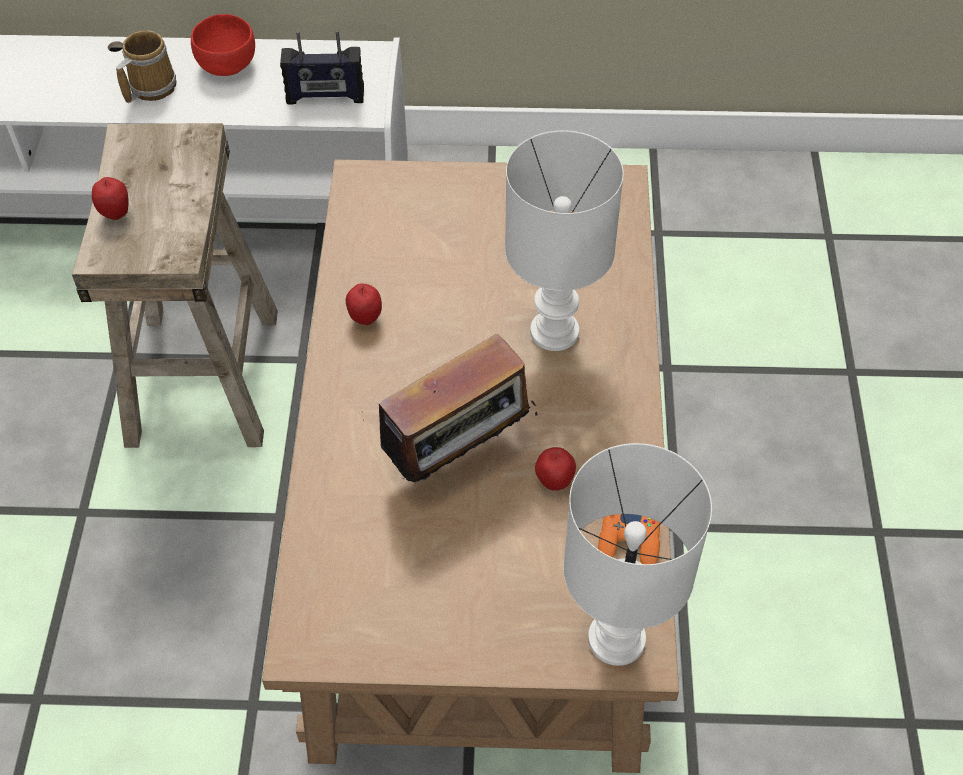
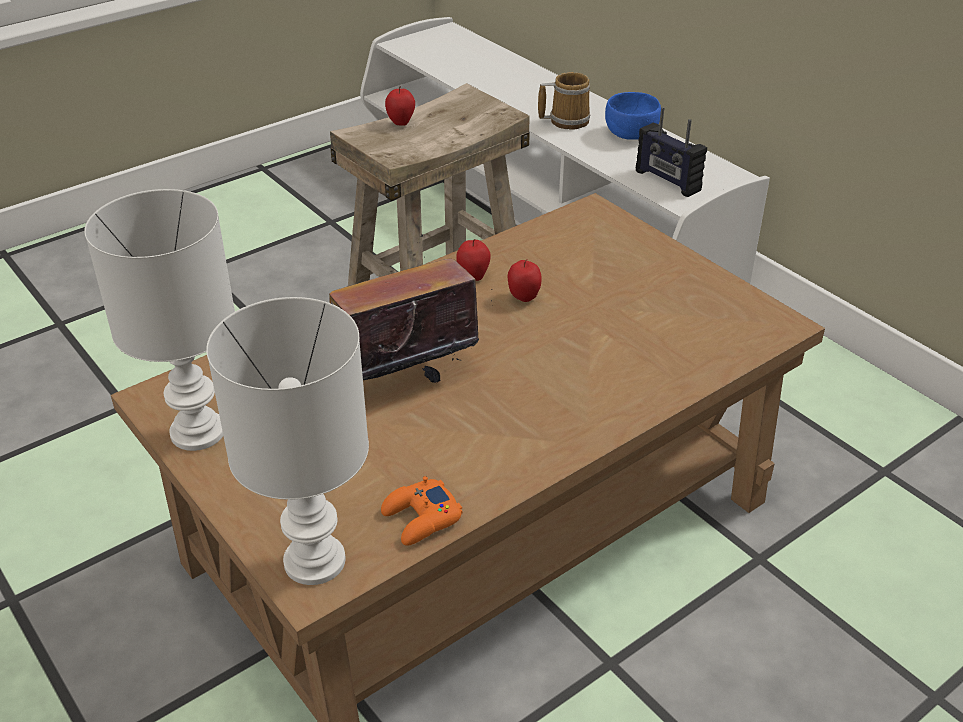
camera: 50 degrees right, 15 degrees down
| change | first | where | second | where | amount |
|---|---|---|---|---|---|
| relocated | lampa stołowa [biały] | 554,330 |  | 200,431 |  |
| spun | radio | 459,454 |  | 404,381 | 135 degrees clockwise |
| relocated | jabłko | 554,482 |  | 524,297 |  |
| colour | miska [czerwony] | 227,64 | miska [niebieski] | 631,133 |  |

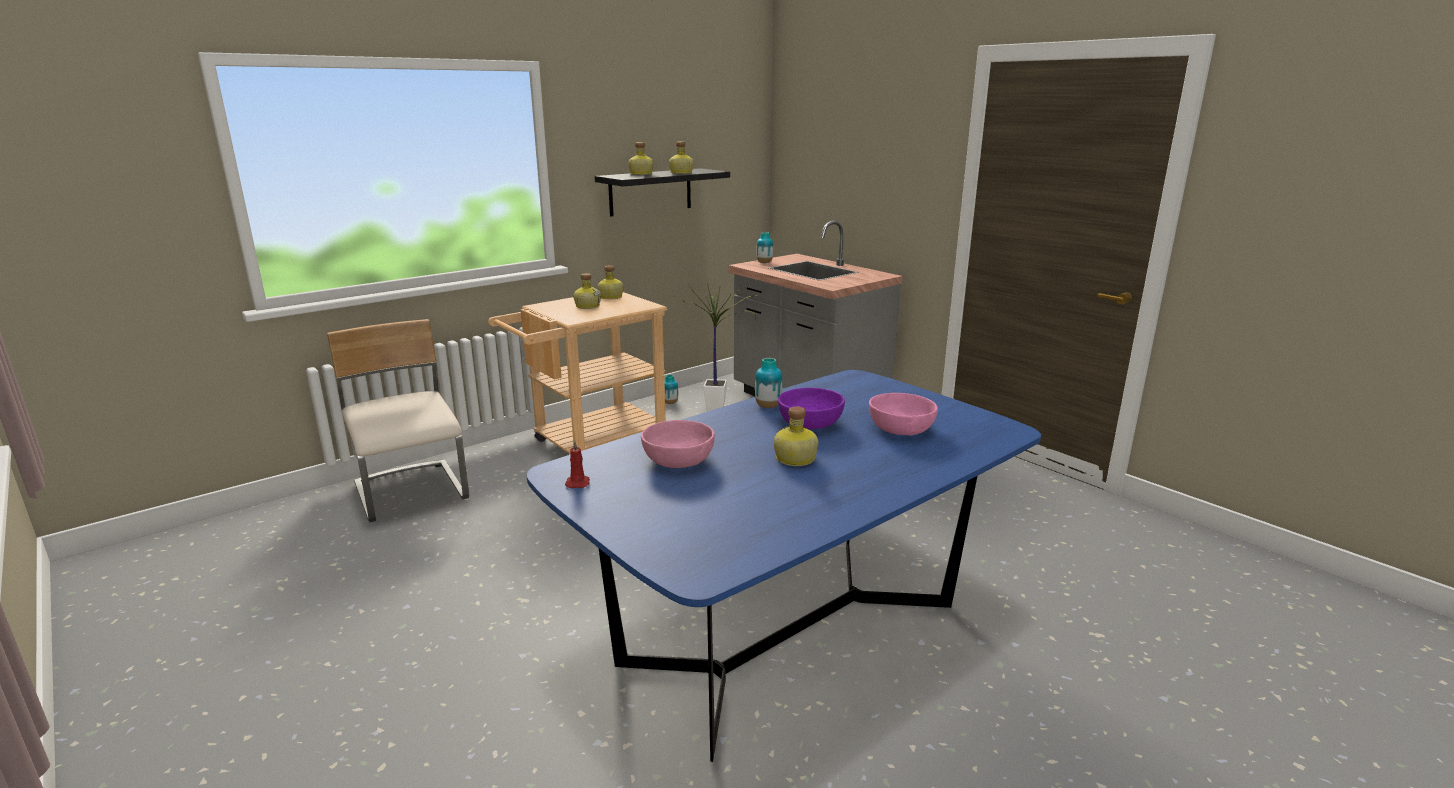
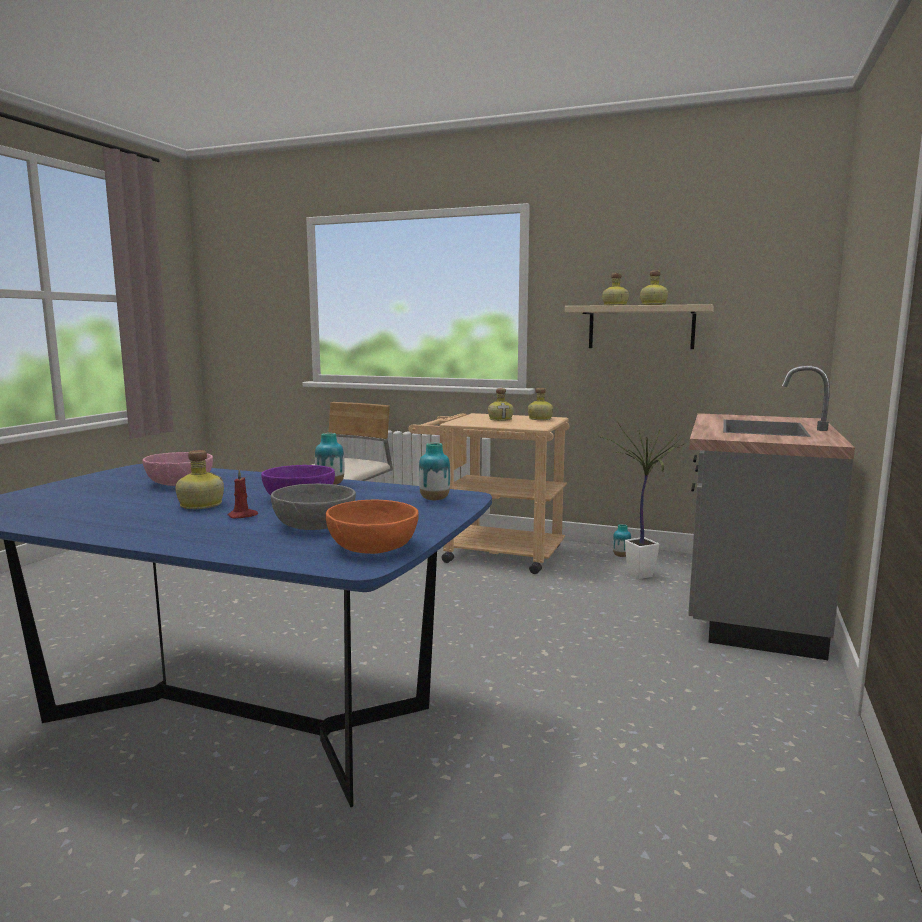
camera: 60 degrees right, 10 degrees down
| change | first | where | second | where | amount |
|---|---|---|---|---|---|
| relocated | świeca [czerwony] | 578,483 |  | 243,516 |  |
| colour | miska [różowy] | 900,428 | miska [szary] | 315,524 |  |
| appeared |  |  | miska [pomarańczowy] | 373,546 |  |
| relocated | wazon | 764,262 |  | 434,499 |  |
| colour | półka [czarny] | 650,192 | półka [beżowy] | 641,327 |  |

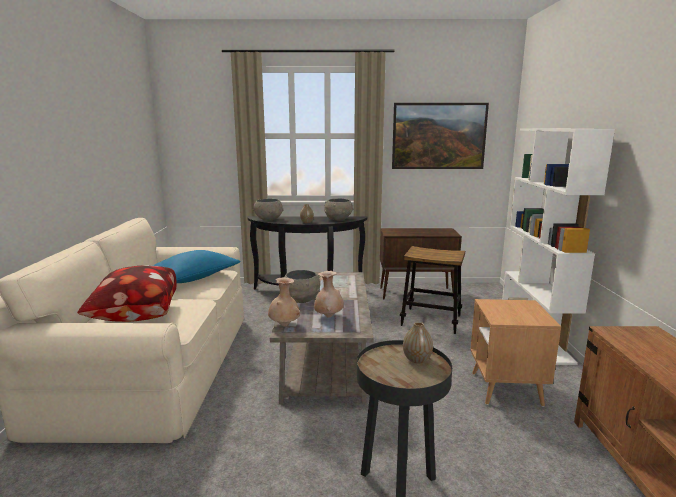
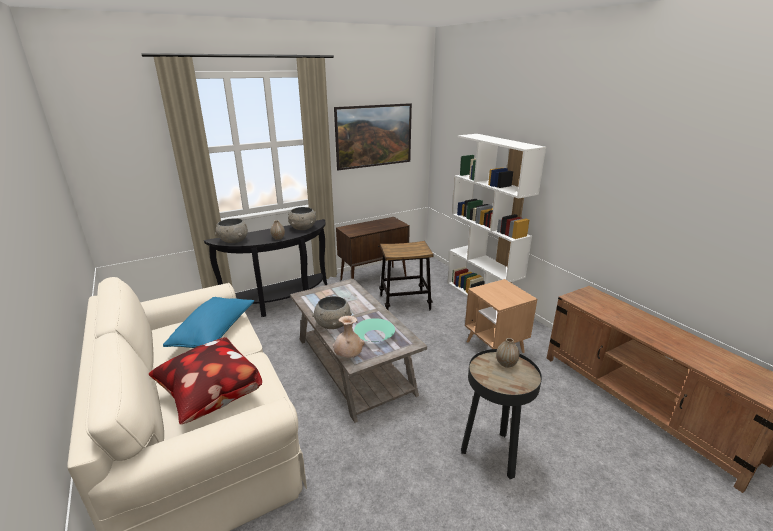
camera: 30 degrees left, 10 degrees up
| change | first | where | second | where | amount |
|---|---|---|---|---|---|
| exchanged | wazon [beżowy] | 328,316 | miska [turkusowy] | 374,335 |  |

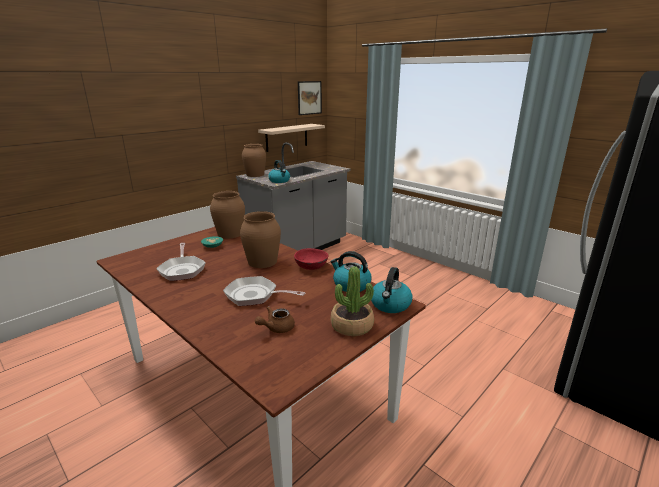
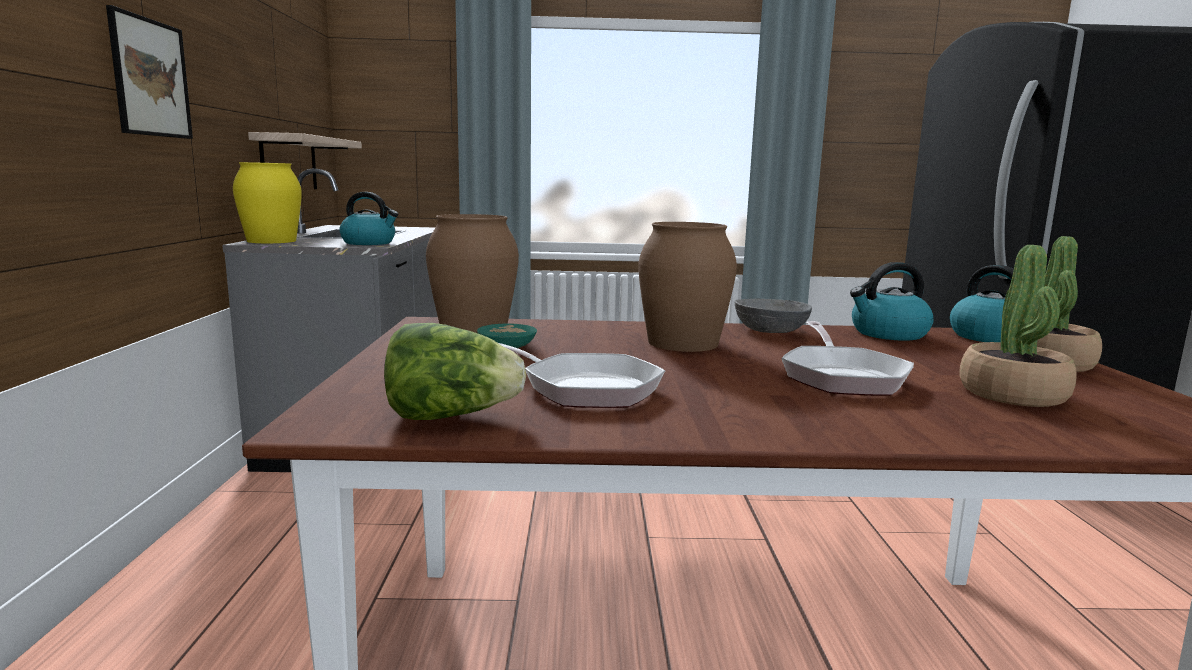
camera: 45 degrees left, 10 degrees down
| change | first | where | second | where | amount |
|---|---|---|---|---|---|
| relocated | obraz | 309,97 |  | 150,78 |  |
| colour | wazon [brązowy] | 255,174 | wazon [żółty] | 271,241 |  |
| appeared |  |  | sałata | 451,417 |  |
| colour | miska [czerwony] | 310,266 | miska [szary] | 770,331 |  |
| spun | patelnia | 255,295 |  | 841,376 | 60 degrees counterclockwise |
| exchanged | imbryk [brązowy] | 276,328 | roślina doniczkowa | 1013,394 |  |

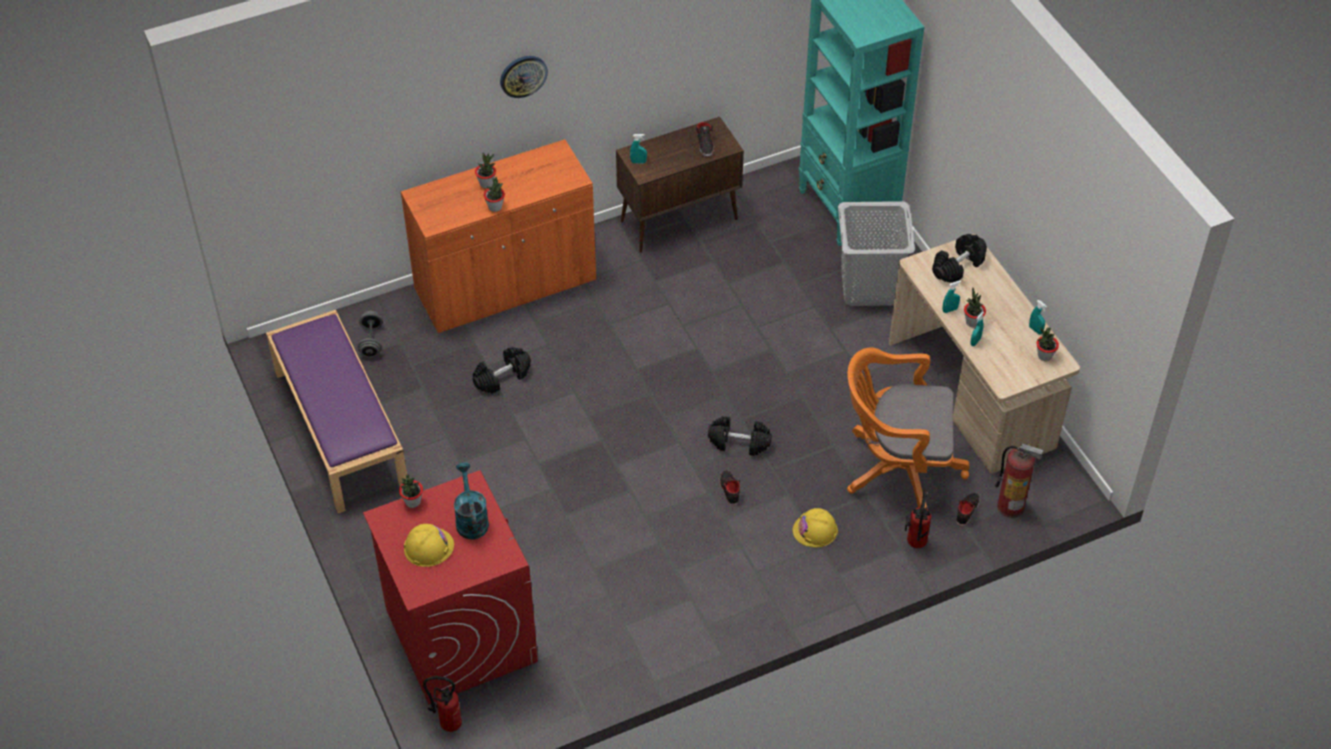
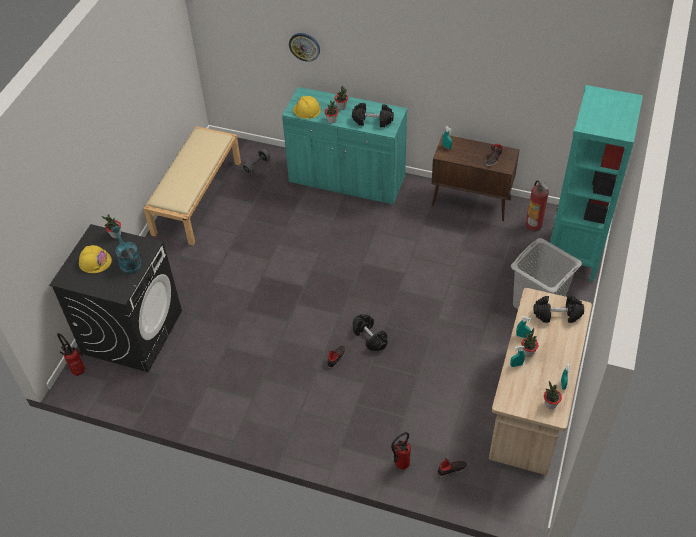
camera: 45 degrees right, 0 degrees up
| change | first | where | second | where | amount |
|---|---|---|---|---|---|
| colour | pralka [czerwony] | 460,634 | pralka [czarny] | 132,331 |  |
| spun | konewka [turkusowy] | 471,519 |  | 129,262 | 60 degrees counterclockwise |
| colour | ławka [fioletowy] | 339,428 | ławka [beżowy] | 197,197 |  |
| colour | szafka [pomarańczowy] | 505,286 | szafka [turkusowy] | 347,180 |  |
| relocated | zegar ścienny | 523,75 |  | 304,46 |  |
| relocated | kask [żółty] | 815,530 |  | 306,110 |  |
| relocated | hantel [czarny] | 502,377 |  | 372,121 |  |
| relocated | gaśnica | 1011,506 |  | 534,225 |  |
| missing | krzesło biurowe [pomarańczowy] | 896,469 |  |  |  |

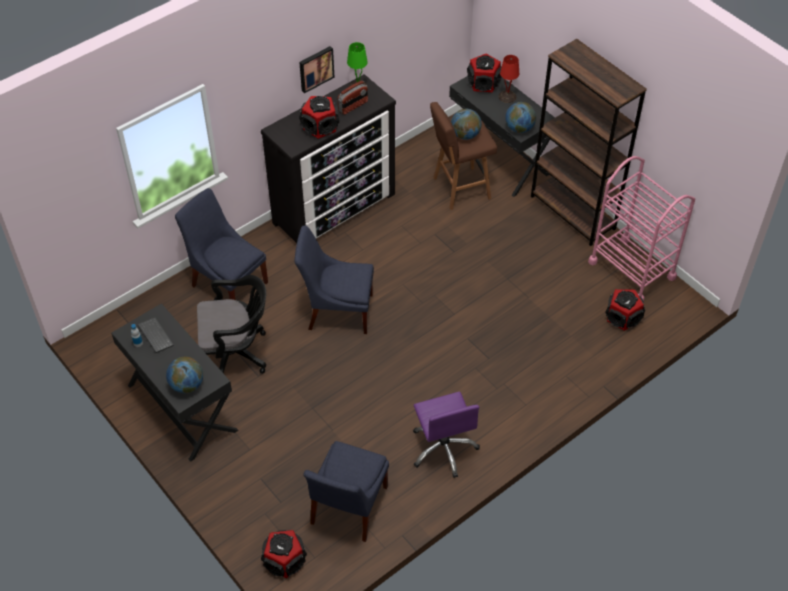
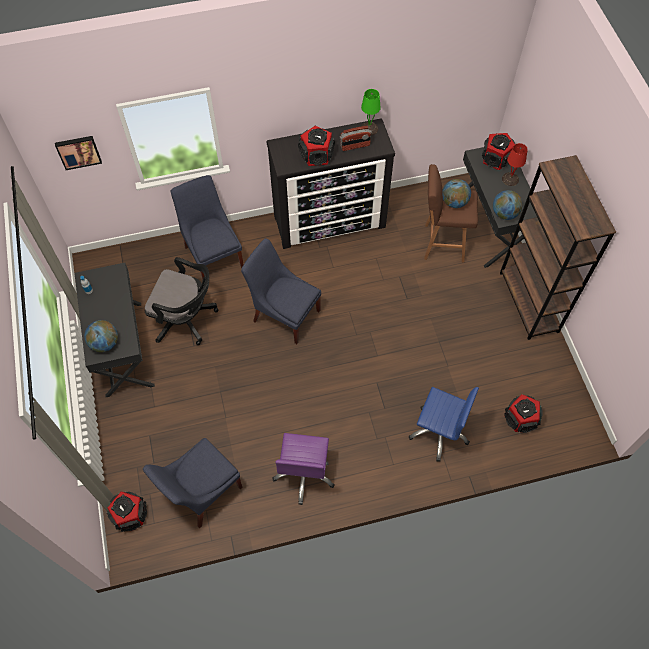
camera: 25 degrees right, 10 degrees up
| change | first | where | second | where | amount |
|---|---|---|---|---|---|
| relocated | obraz | 315,68 |  | 78,151 |  |
| appeared |  |  | krzesło biurowe [niebieski] | 439,431 |  |
| missing | klawiatura | 154,336 |  |  |  |
| missing | wózek [różowy] | 631,270 |  |  |  |

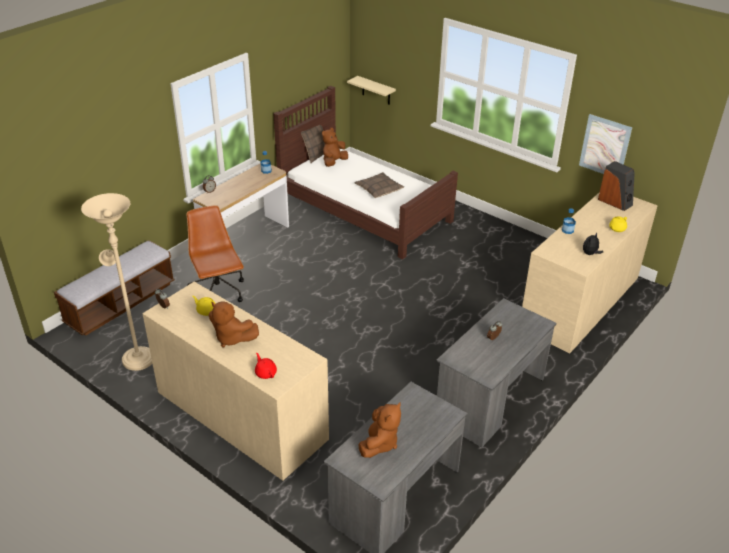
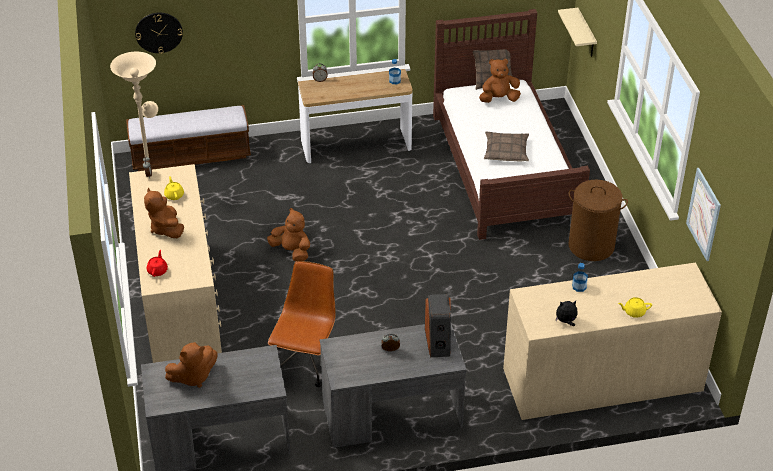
camera: 40 degrees right, 5 degrees up
| change | first | where | second | where | amount |
|---|---|---|---|---|---|
| appeared |  |  | zegar ścienny | 158,32 |  |
| appeared |  |  | pluszak [brązowy] | 292,251 |  |
| relocated | krzesło biurowe [brązowy] | 218,293 |  | 307,362 |  |
| relocated | głośnik | 615,202 |  | 438,342 |  |
| appeared |  |  | kosz na pranie [brązowy] | 591,246 |  |

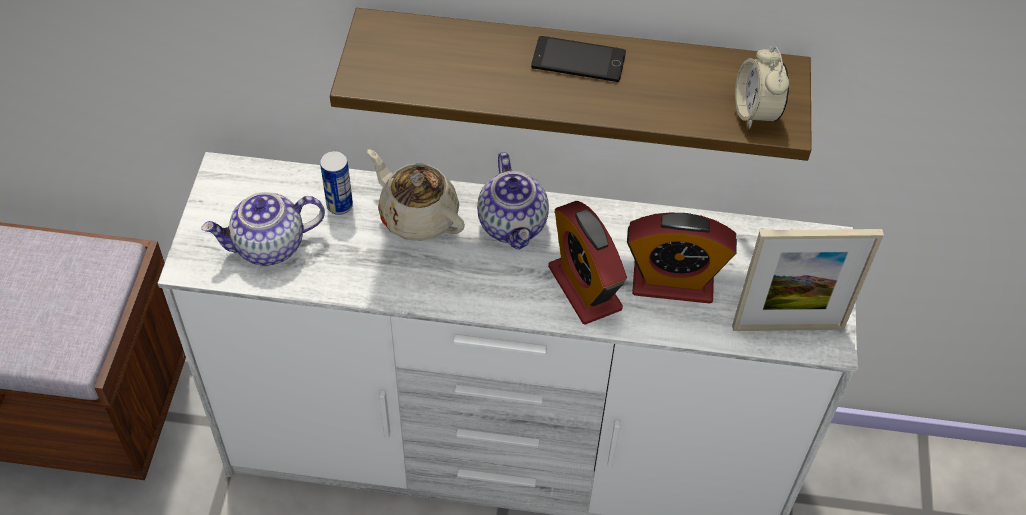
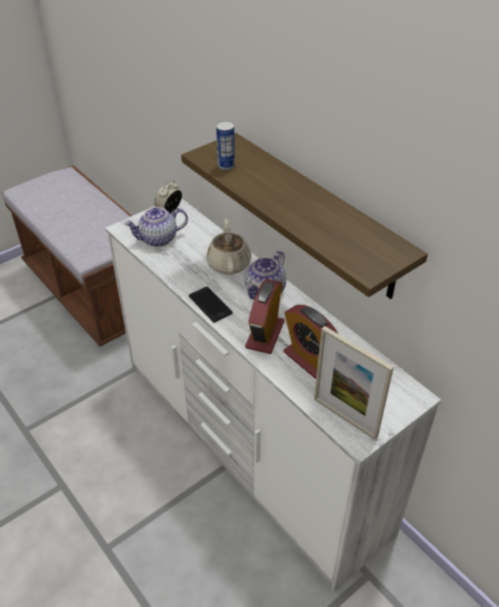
camera: 45 degrees right, 10 degrees down
| change | first | where | second | where | amount |
|---|---|---|---|---|---|
| spun | imbryk | 269,246 |  | 158,239 | 45 degrees counterclockwise |
| relocated | budzik | 755,112 |  | 169,210 |  |
| relocated | telefon | 578,60 |  | 210,305 |  |
| relocated | puszka | 339,205 |  | 226,166 |  |

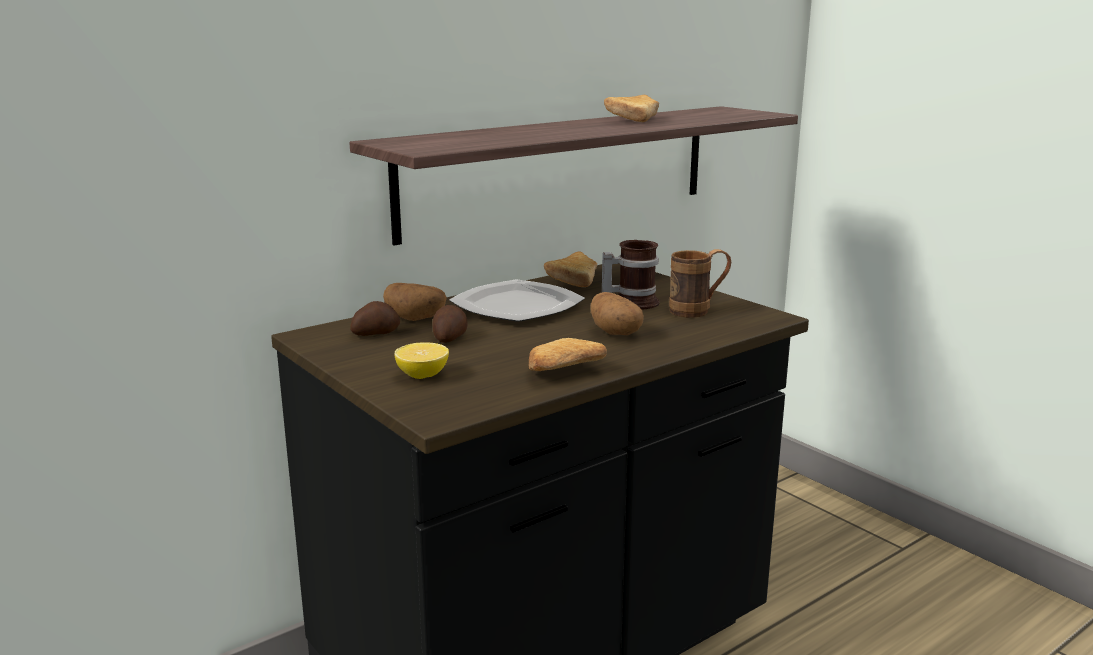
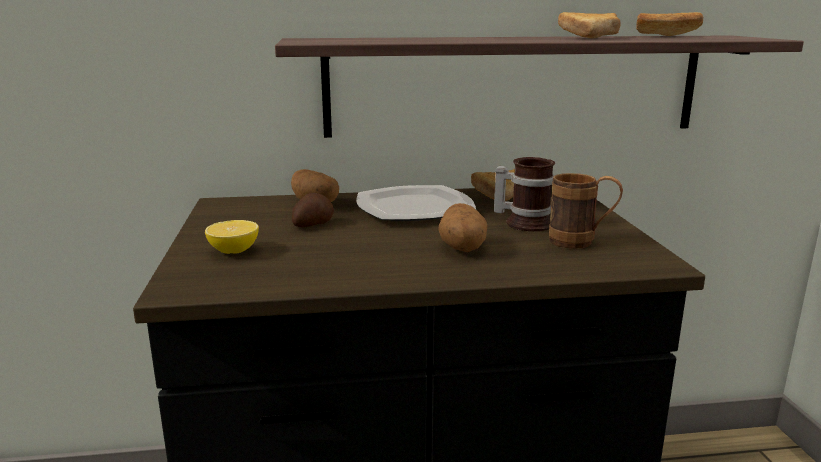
camera: 30 degrees right, 0 degrees up
| change | first | where | second | where | amount |
|---|---|---|---|---|---|
| relocated | chleb | 559,373 |  | 661,36 |  |
| missing | ziemniak | 375,333 |  |  |  |

